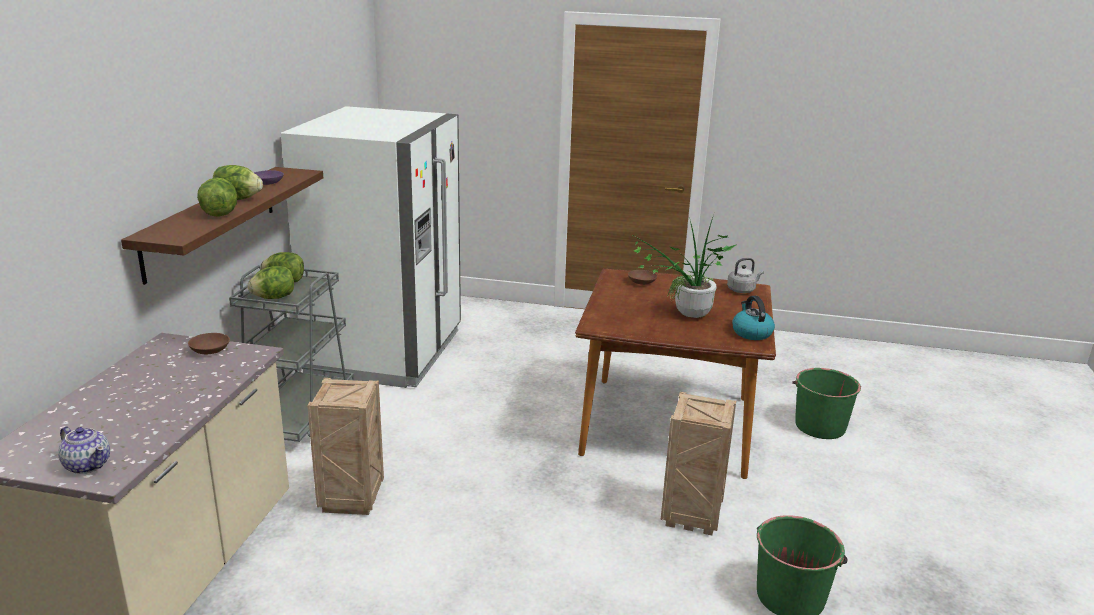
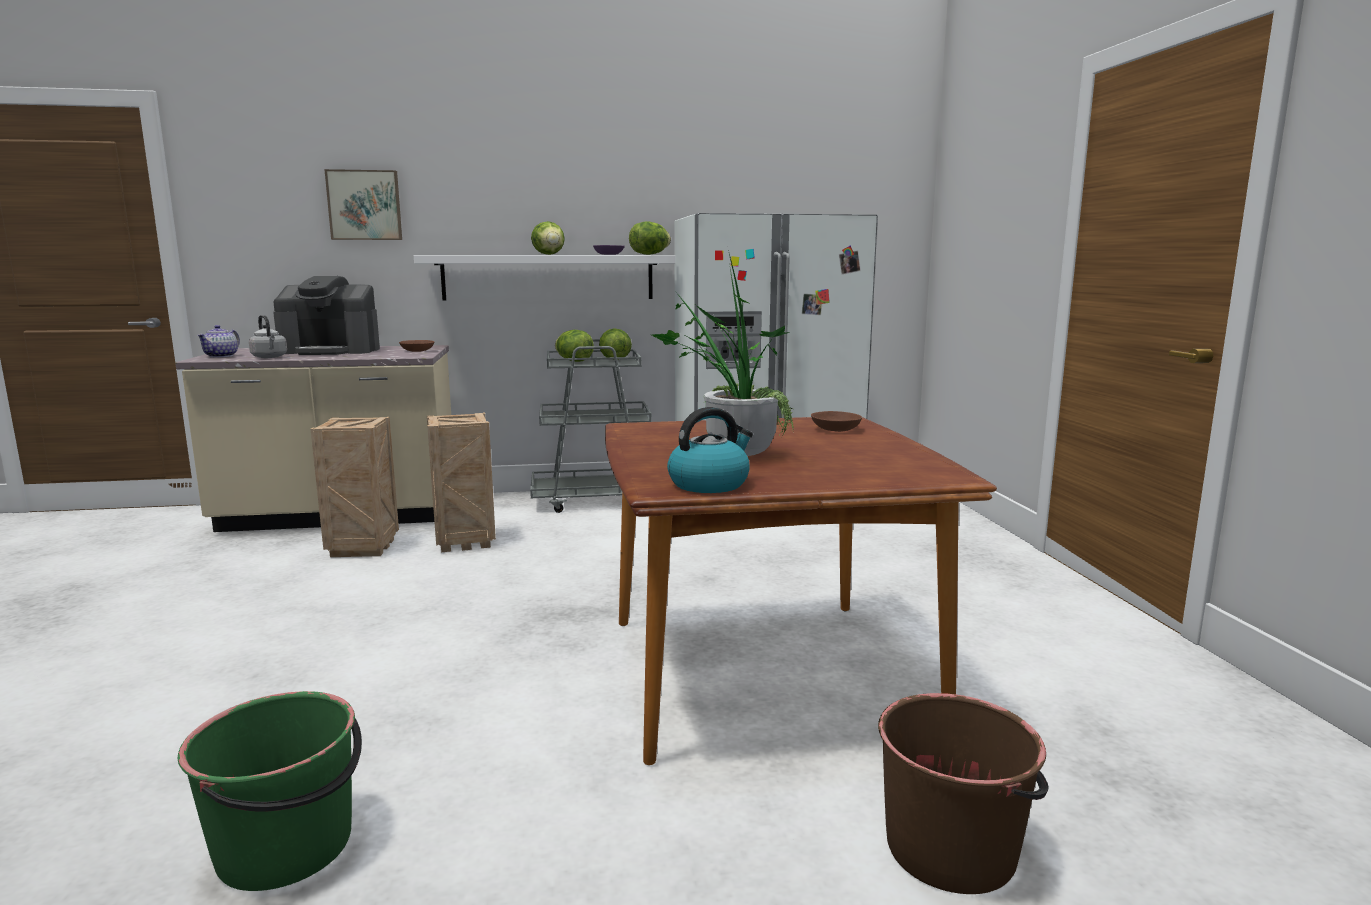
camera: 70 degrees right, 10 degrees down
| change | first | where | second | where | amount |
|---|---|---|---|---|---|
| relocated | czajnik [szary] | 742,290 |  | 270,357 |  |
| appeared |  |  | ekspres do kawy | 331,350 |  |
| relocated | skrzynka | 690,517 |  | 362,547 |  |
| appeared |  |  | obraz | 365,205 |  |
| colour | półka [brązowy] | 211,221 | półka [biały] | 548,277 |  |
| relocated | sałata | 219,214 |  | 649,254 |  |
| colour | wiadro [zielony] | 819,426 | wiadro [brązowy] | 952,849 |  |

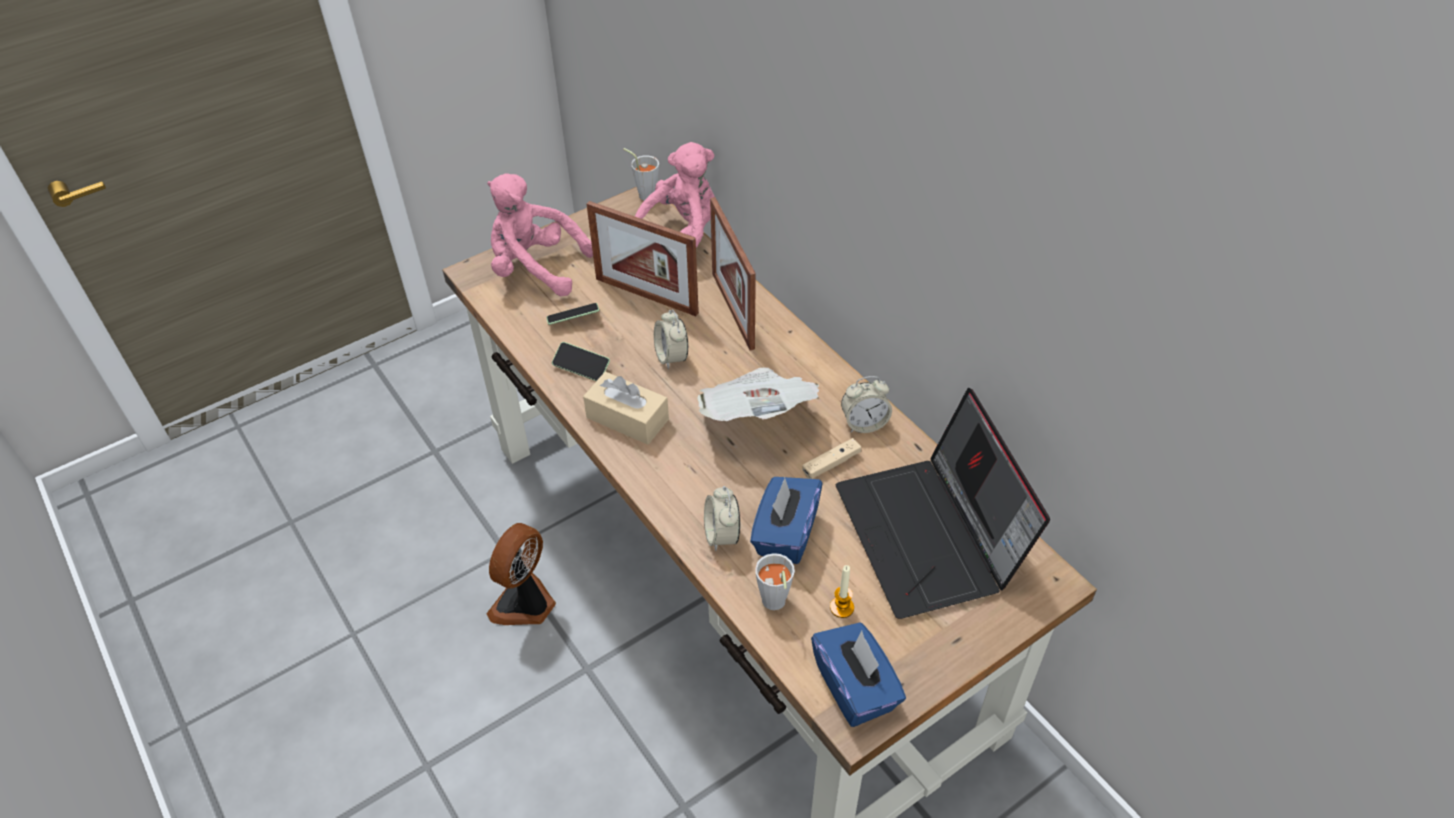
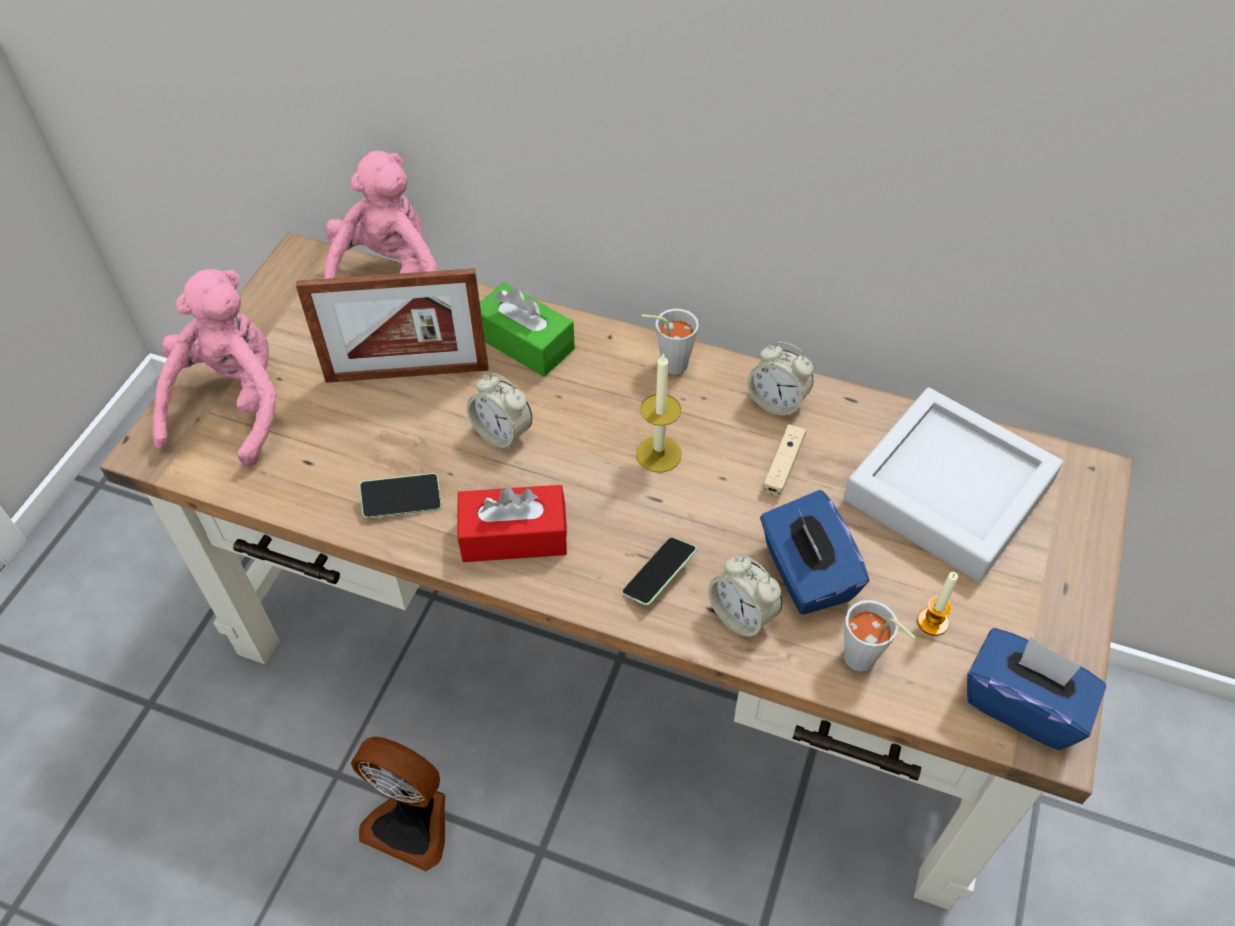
camera: 35 degrees left, 5 degrees up
| change | first | where | second | where | amount |
|---|---|---|---|---|---|
| spun | pluszak [różowy] | 535,268 |  | 233,405 | 120 degrees clockwise |
| spun | wentylator | 526,604 |  | 411,821 | 60 degrees counterclockwise |
| colour | pudełko chusteczek [beżowy] | 627,418 | pudełko chusteczek [czerwony] | 514,536 |  |
| exchanged | ramka na zdjęcie | 732,310 | pudełko chusteczek [zielony] | 525,343 |  |
| relocated | telefon | 573,319 |  | 659,577 |  |
| exchanged | gazeta | 756,416 | świeca | 658,454 |  |
| relocated | filiżanka [szary] | 644,194 |  | 668,364 |  |
| spun | budzik | 864,423 |  | 777,402 | 75 degrees clockwise |
| exchanged | laptop | 931,537 | taca [szary] | 948,491 |  |

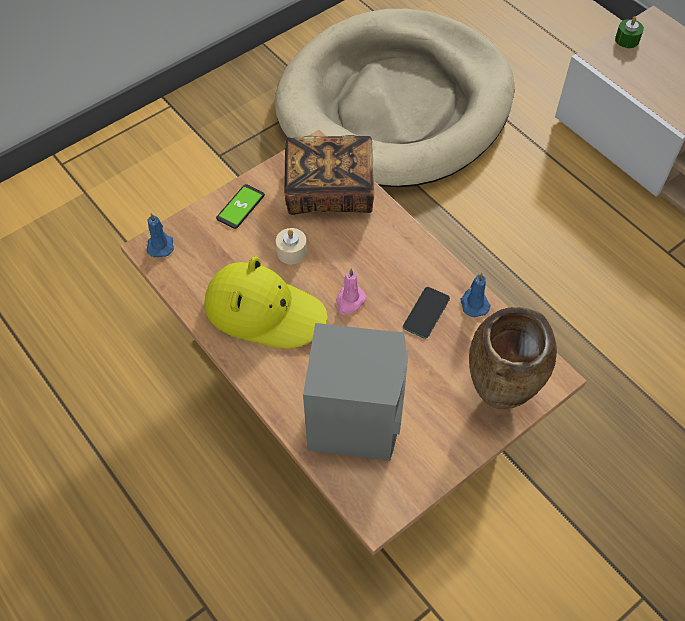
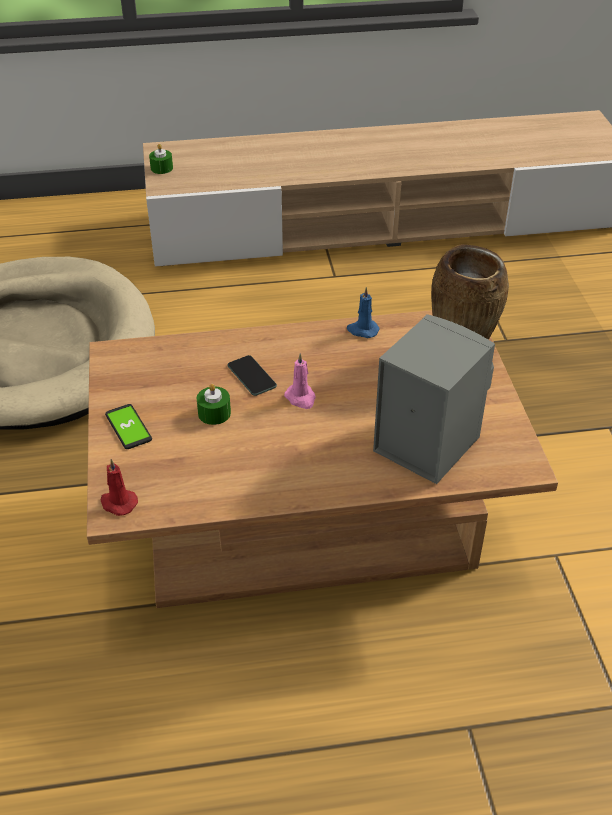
camera: 60 degrees left, 15 degrees down
| change | first | where | second | where | amount |
|---|---|---|---|---|---|
| colour | świeca [niebieski] | 160,245 | świeca [czerwony] | 118,503 |  |
| colour | świeca [beżowy] | 291,252 | świeca [zielony] | 214,413 |  |
| relocated | telefon | 426,313 |  | 251,376 |  |
| missing | kapelusz [żółty] | 265,311 |  |  |  |
| missing | książka | 329,190 |  |  |  |

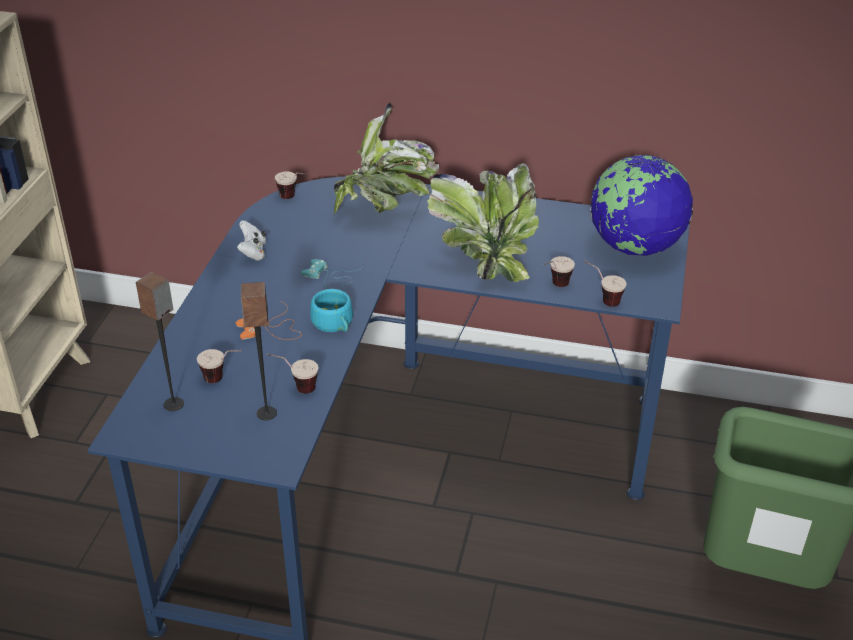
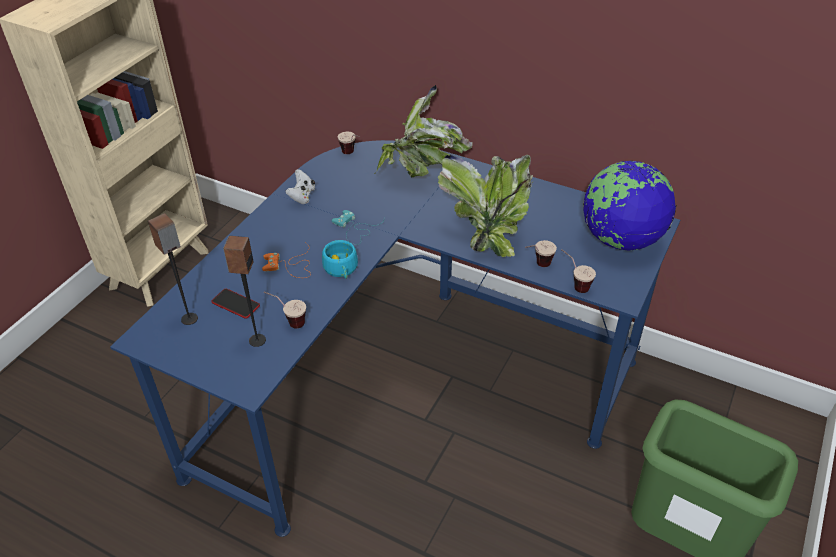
camera: 15 degrees right, 5 degrees up
| change | first | where | second | where | amount |
|---|---|---|---|---|---|
| exchanged | filiżanka | 223,380 | telefon | 235,304 |  |

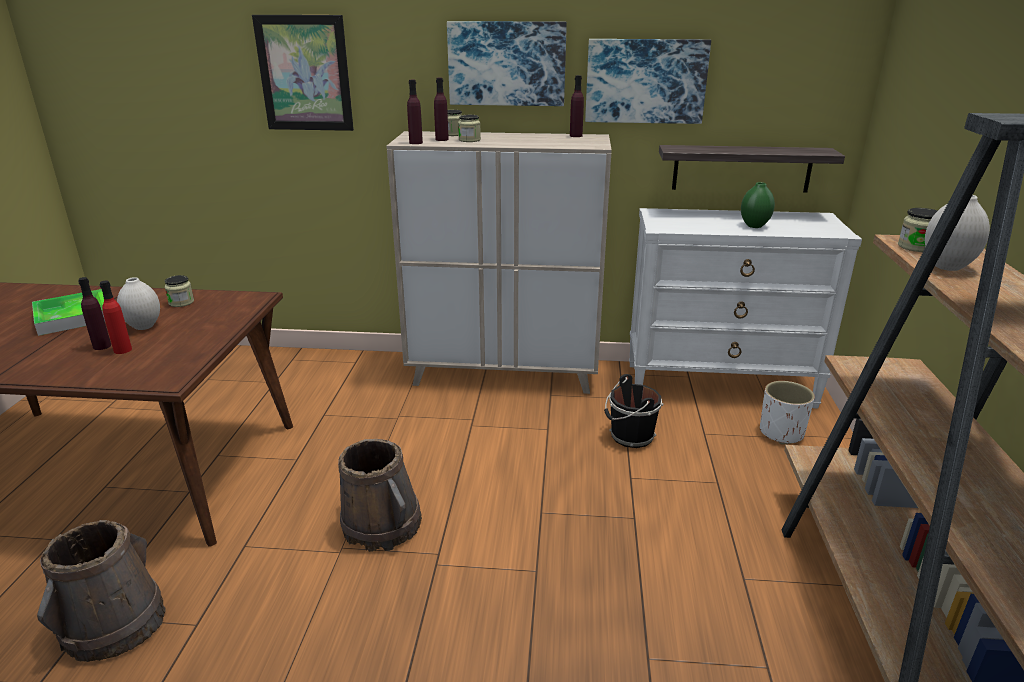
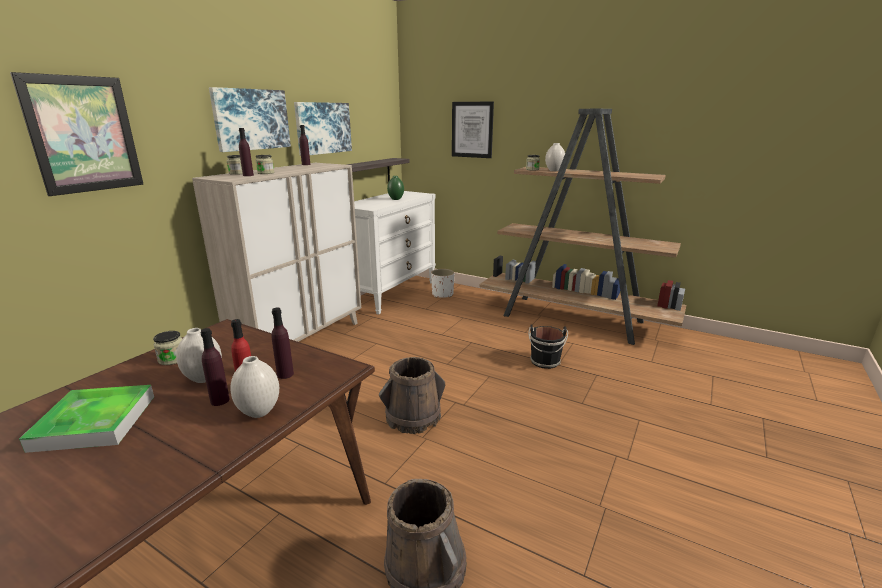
camera: 65 degrees left, 5 degrees down
| change | first | where | second | where | amount |
|---|---|---|---|---|---|
| appeared |  |  | wazon [biały] | 258,412 |  |
| relocated | butelka [fioletowy] | 416,143 |  | 285,374 |  |
| appeared |  |  | obraz | 472,130 |  |
| relocated | wiadro [czarny] | 630,436 |  | 545,362 |  |

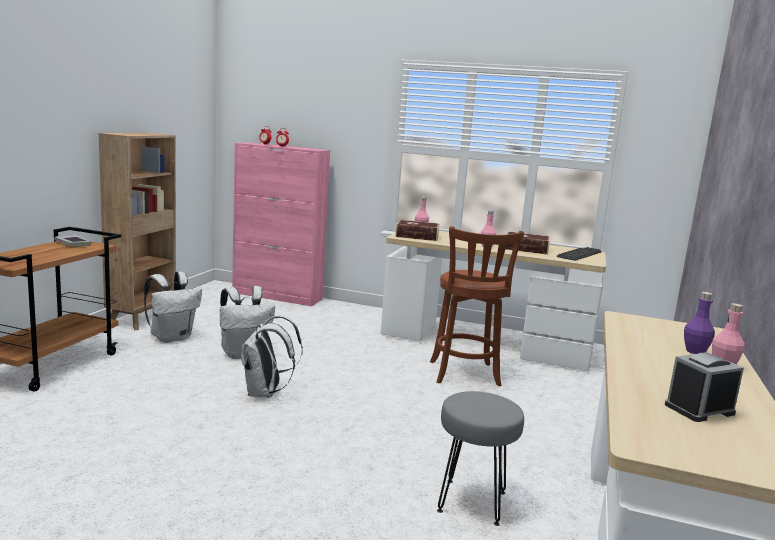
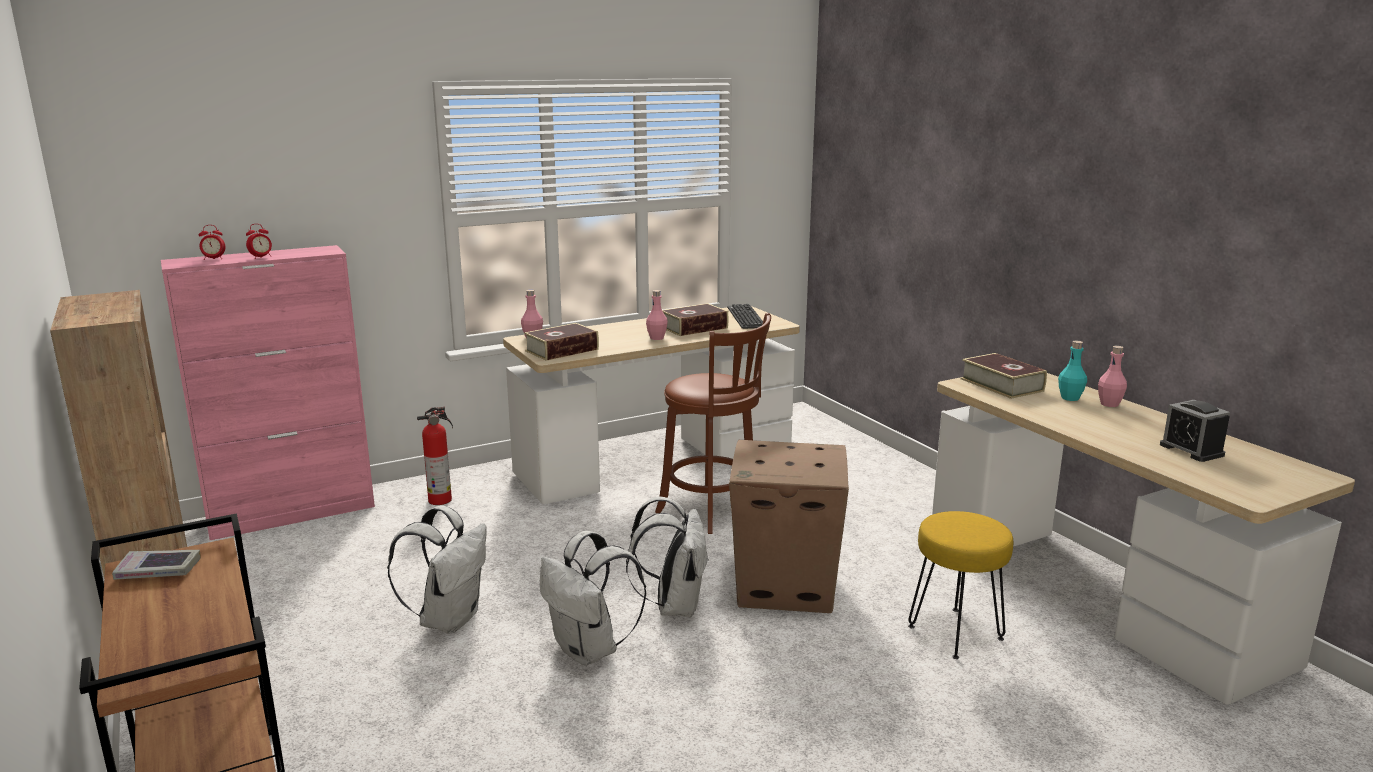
camera: 45 degrees left, 5 degrees up
| change | first | where | second | where | amount |
|---|---|---|---|---|---|
| appeared |  |  | gaśnica | 442,500 |  |
| relocated | plecak [biały] | 172,337 |  | 674,606 |  |
| appeared |  |  | karton | 787,586 |  |
| colour | stołek [szary] | 471,501 | stołek [żółty] | 954,632 |  |
| appeared |  |  | książka | 1002,385 |  |
| colour | butelka [fioletowy] | 695,351 | butelka [turkusowy] | 1070,398 |  |
| spun | budzik | 699,409 |  | 1191,450 | 45 degrees counterclockwise |

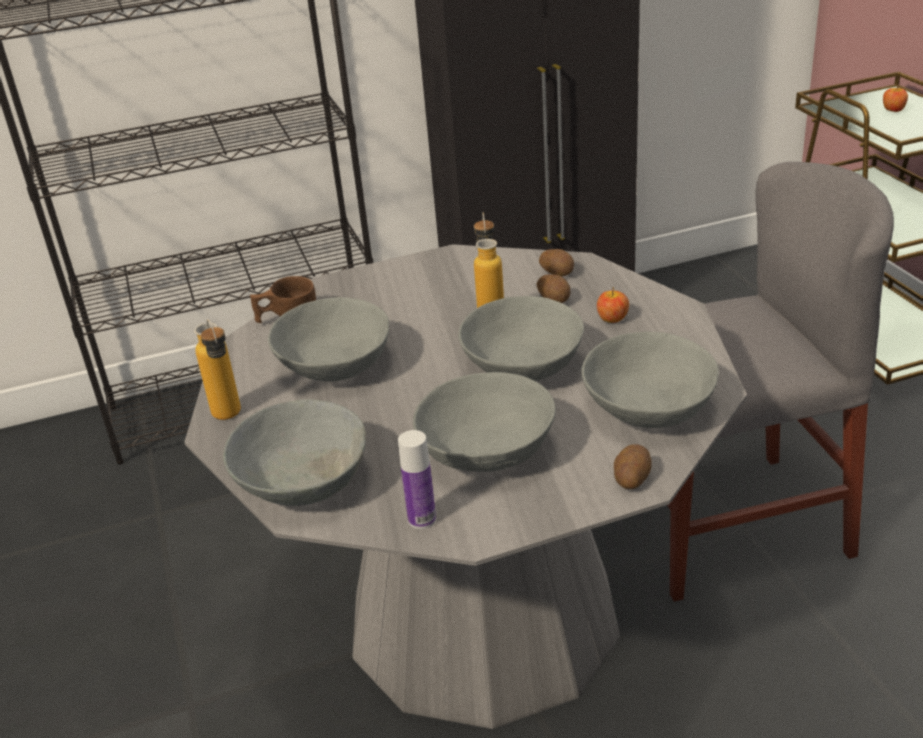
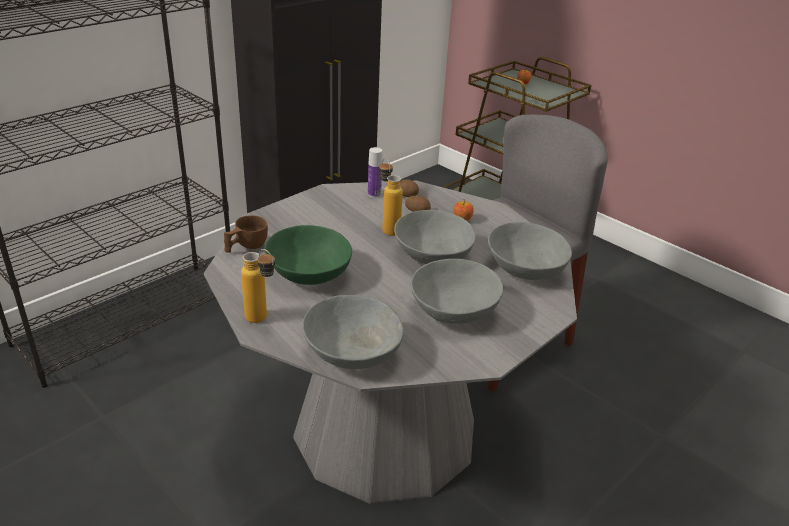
camera: 30 degrees left, 0 degrees up
| change | first | where | second | where | amount |
|---|---|---|---|---|---|
| colour | miska [szary] | 334,366 | miska [zielony] | 308,274 |  |
| relocated | butelka | 422,519 |  | 374,194 |  |
| missing | ziemniak | 631,478 |  |  |  |

